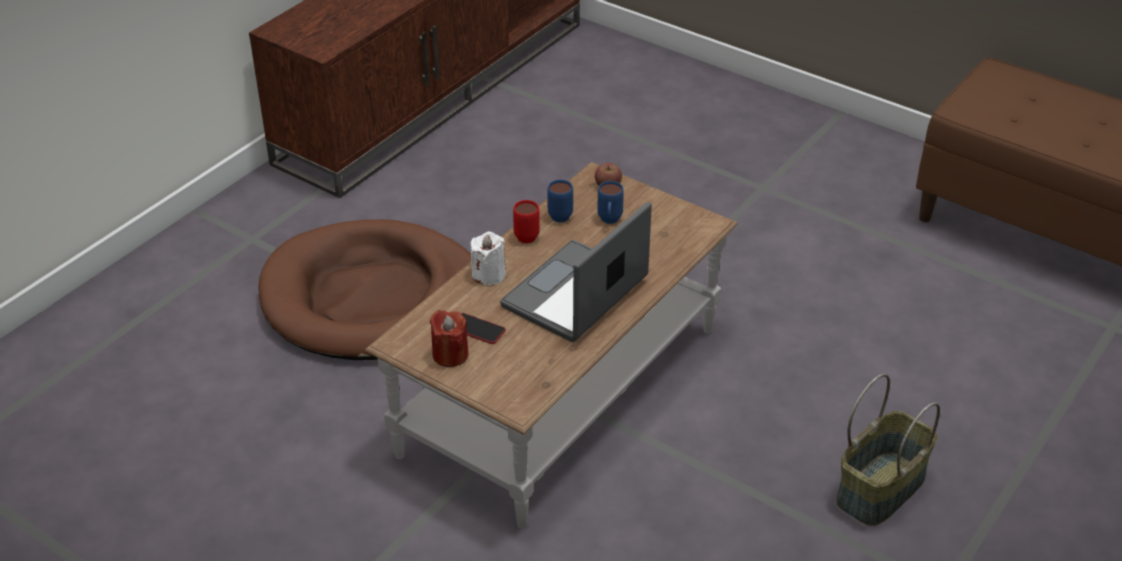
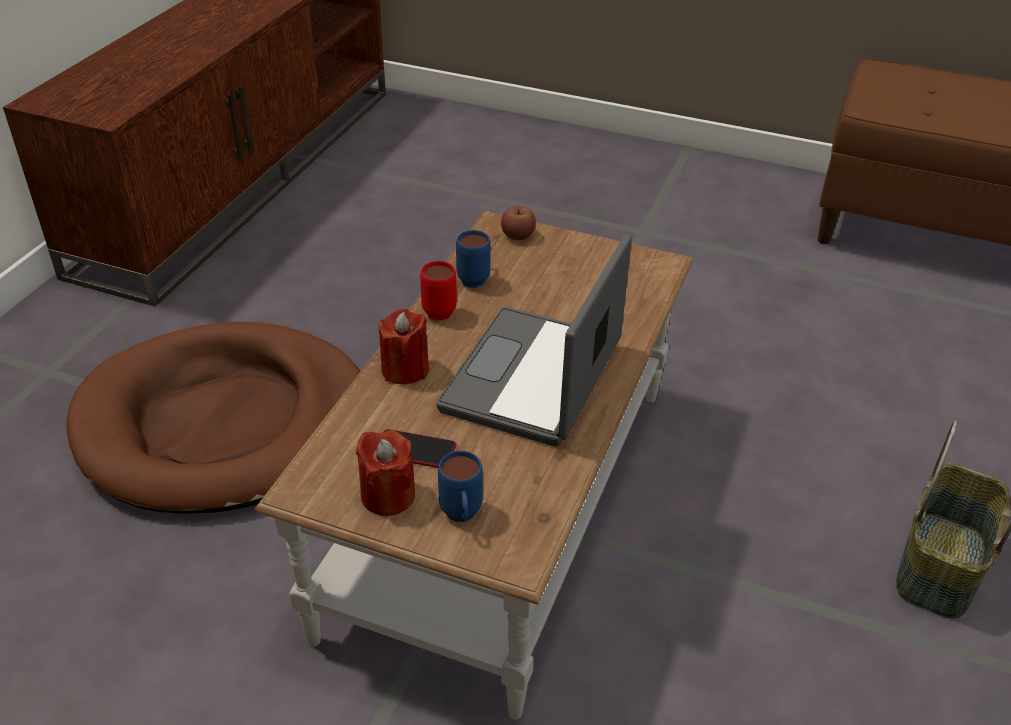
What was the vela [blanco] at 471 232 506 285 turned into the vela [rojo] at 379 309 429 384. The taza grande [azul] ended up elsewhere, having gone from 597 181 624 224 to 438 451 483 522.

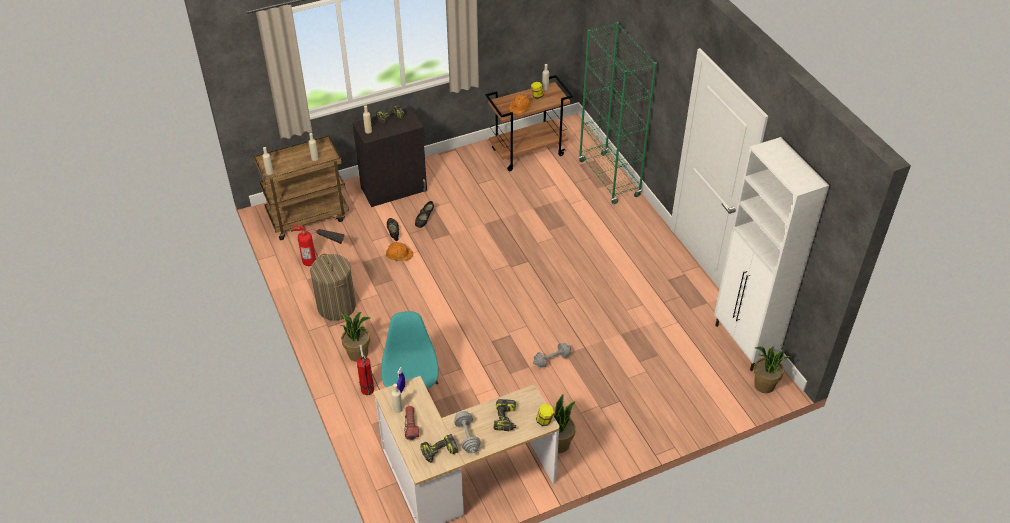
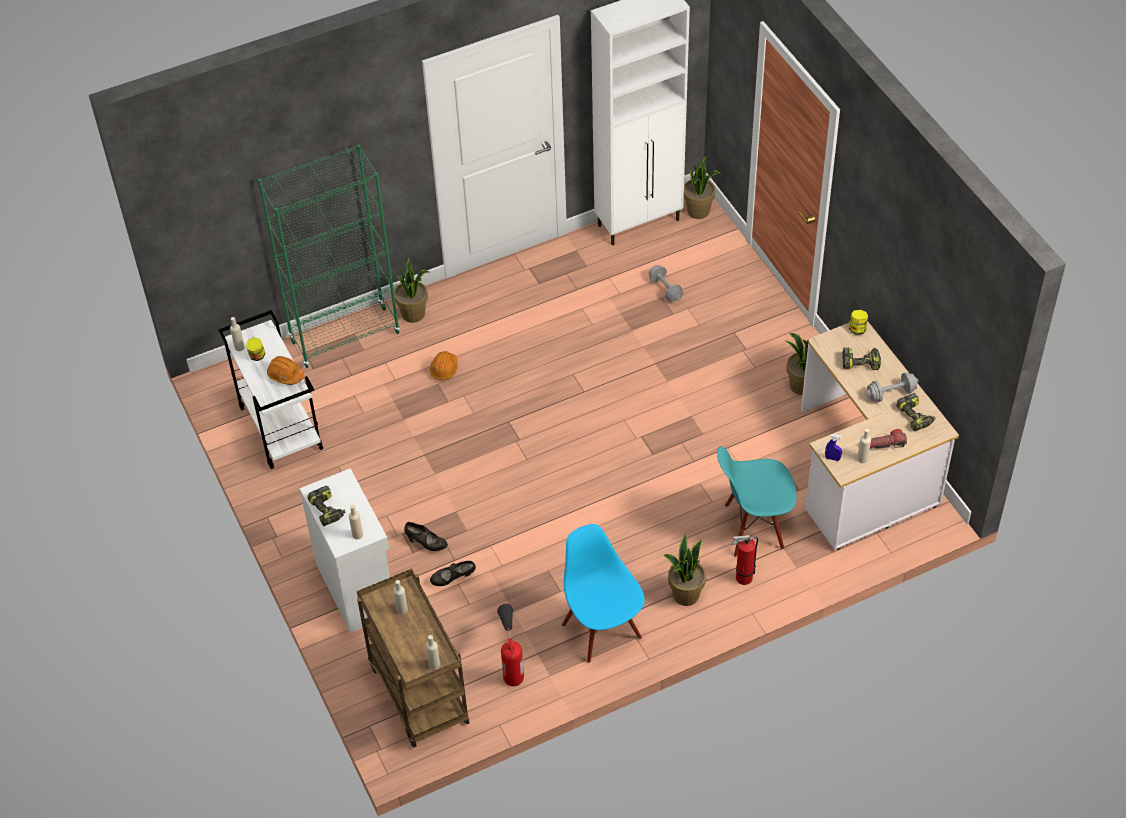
Where the cesto de la ropa stood at 310 254 356 321, the silla [azul] came to stand at 562 524 645 663. What was the armario [negro] at 353 107 427 207 turned into the armario [blanco] at 300 468 390 632. The casco [naranja] ended up elsewhere, having gone from 386 242 413 261 to 430 351 458 380. What was the carrito [marrón] at 485 75 573 171 turned into the carrito [blanco] at 218 310 323 469. The mancuerna [gris] ended up elsewhere, having gone from 533 343 571 368 to 649 265 683 302. The second view gained the planta en maceta at 394 257 430 323.

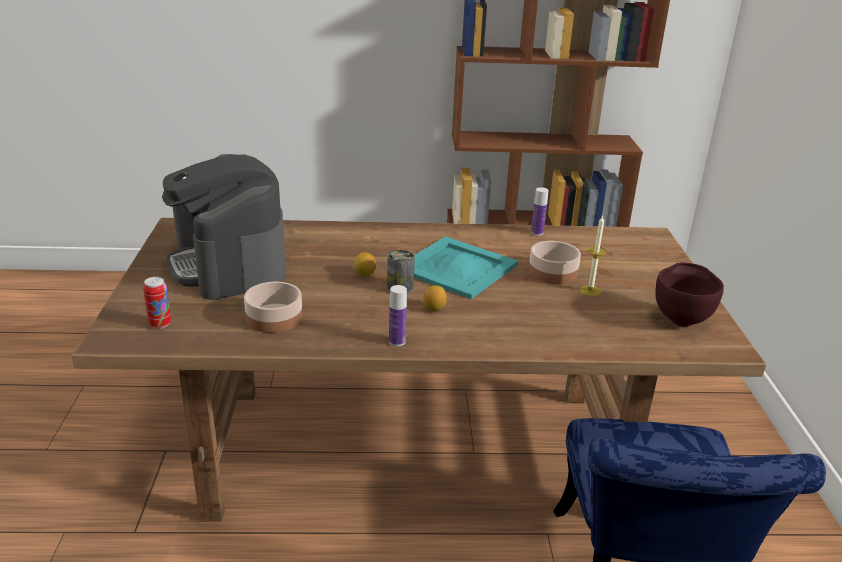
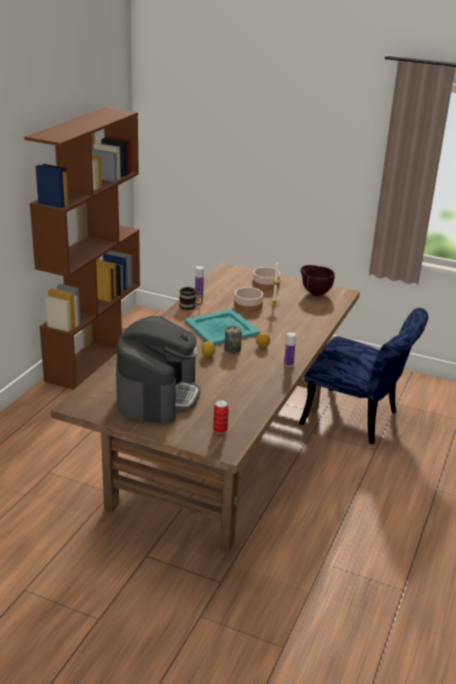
The cafetera at 162 154 286 300 ended up facing another way, 75 degrees counterclockwise from before. The cuenco ended up elsewhere, having gone from 244 282 302 333 to 253 267 280 290. The second view gained the taza grande at 179 287 203 310.

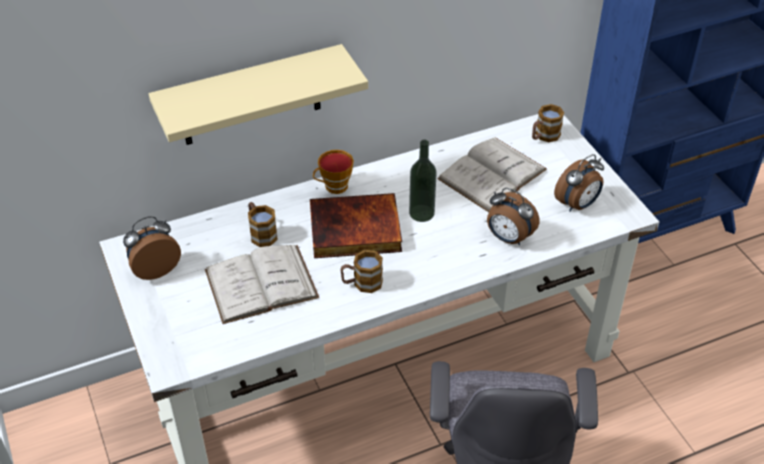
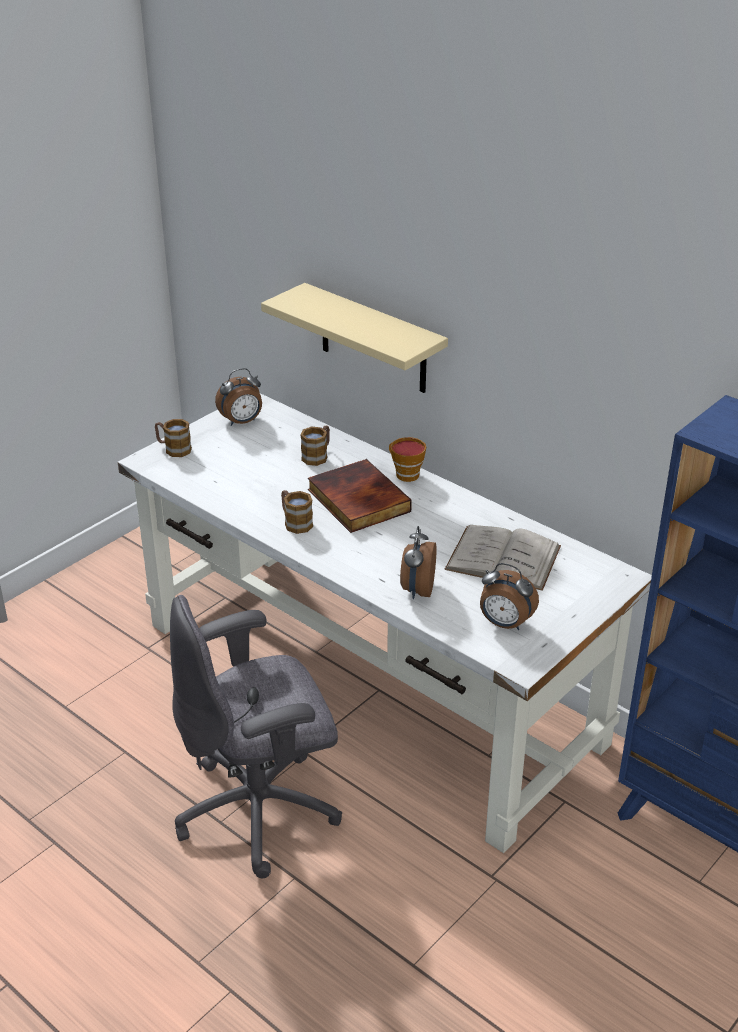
The despertador at 123 216 181 280 ended up facing another way, 120 degrees clockwise from before. The second view lost the libro [blanco] at 205 245 319 324. The second view lost the botella at 409 140 437 222. The taza grande ended up elsewhere, having gone from 532 104 564 142 to 155 419 192 457.

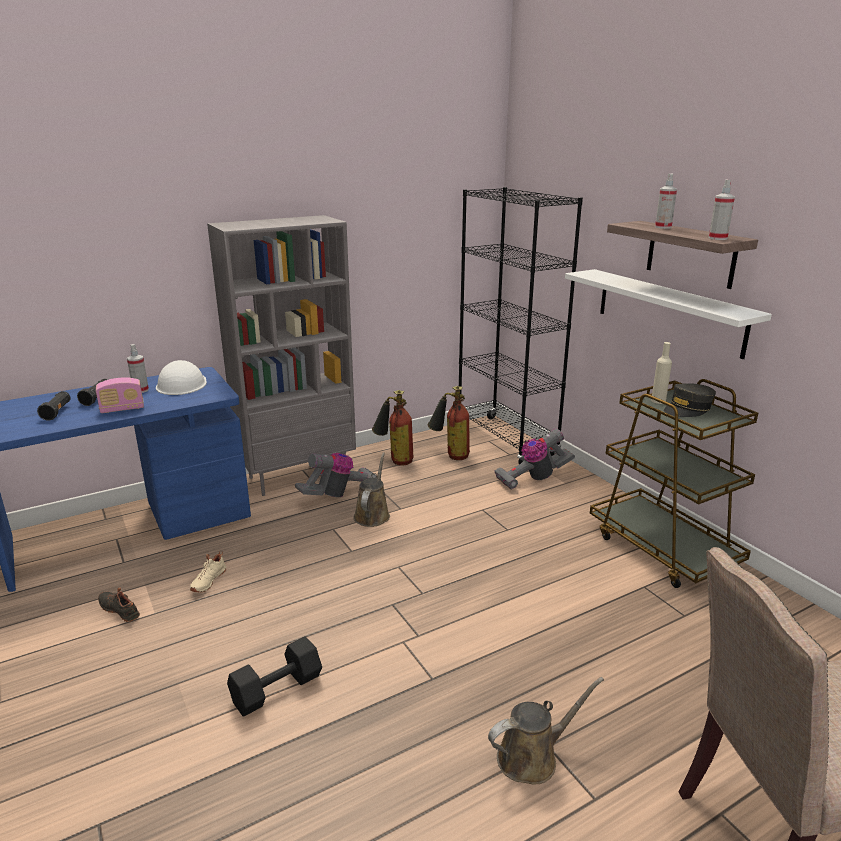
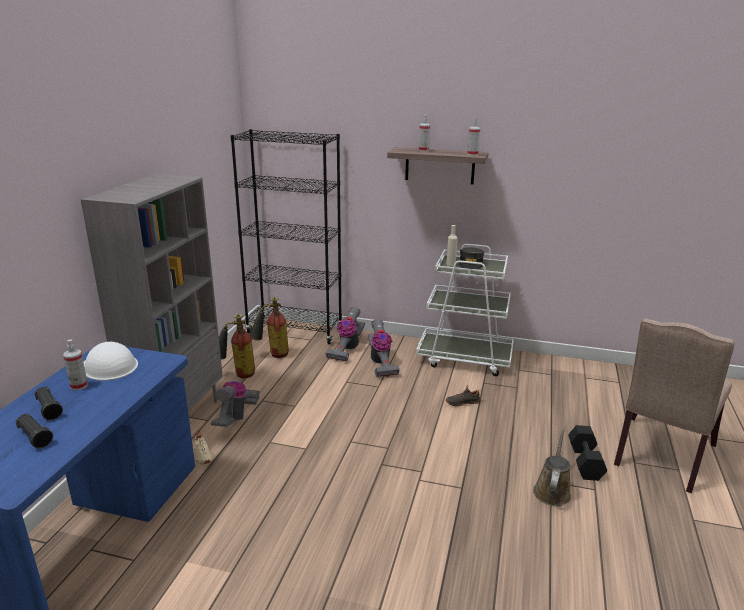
The second view lost the radio at 96 377 144 413. The zapato [negro] ended up elsewhere, having gone from 98 587 140 622 to 446 385 481 407. The zapato [beis] ended up elsewhere, having gone from 190 552 226 592 to 194 431 212 464. The mancuerna [negro] ended up elsewhere, having gone from 227 637 322 717 to 568 425 607 481. The second view lost the regadera [marrón] at 353 452 390 527. The second view lost the estante [blanco] at 565 269 772 359. What was the carrito [marrón] at 590 379 758 588 turned into the carrito [blanco] at 416 244 514 376. The second view gained the aspiradora at 368 319 399 377.

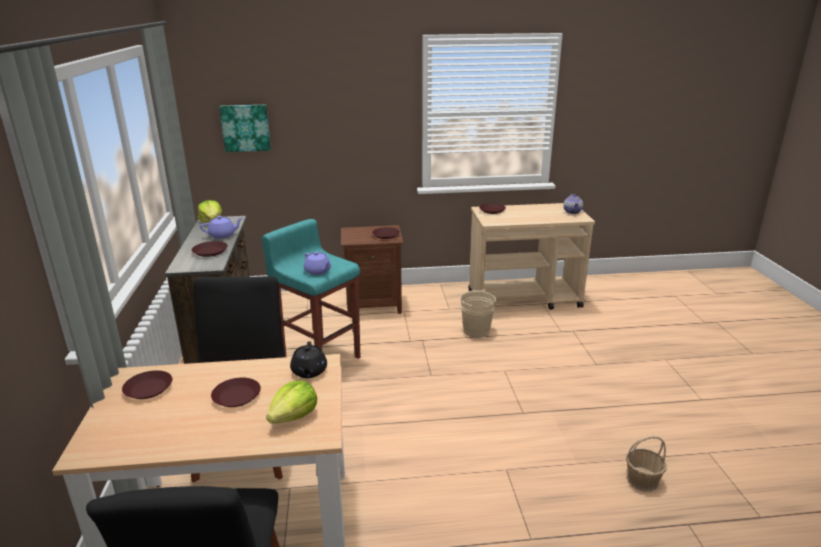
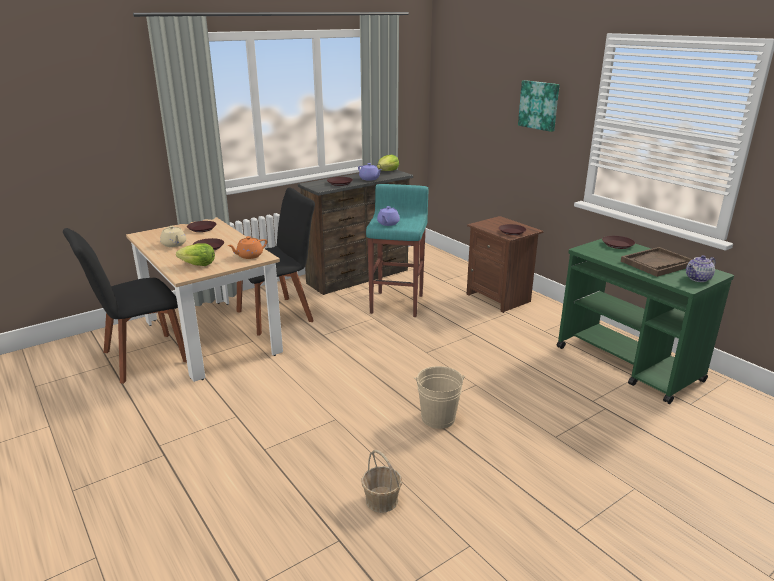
The cuadro ended up elsewhere, having gone from 219 105 271 152 to 518 80 560 132. What was the tetera [negro] at 290 341 327 378 turned into the tetera [naranja] at 227 236 267 259. The cubo [beis] ended up elsewhere, having gone from 460 289 496 338 to 414 366 466 429. What was the carrito [beis] at 468 203 595 309 turned into the carrito [verde] at 556 239 734 404. The second view gained the tetera [beis] at 160 226 186 247. The second view gained the bandeja [marrón] at 621 247 693 277.

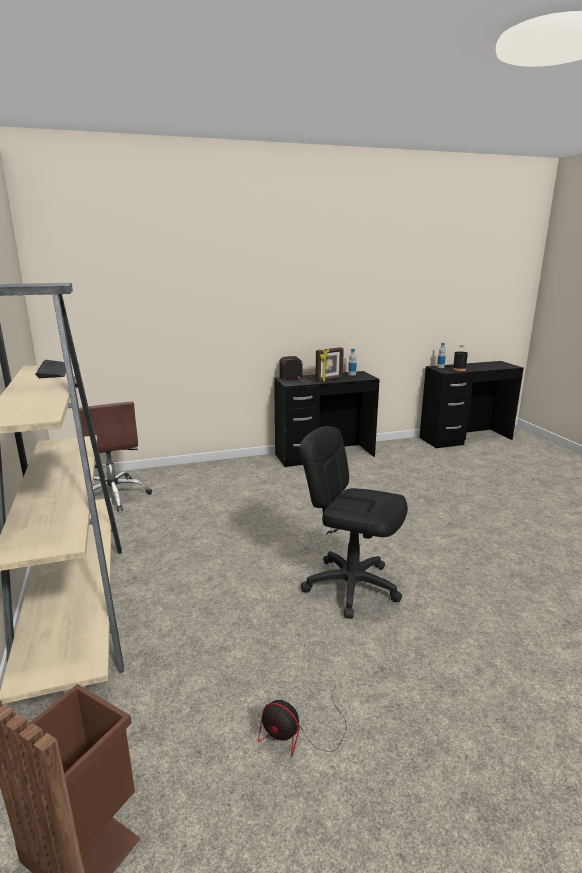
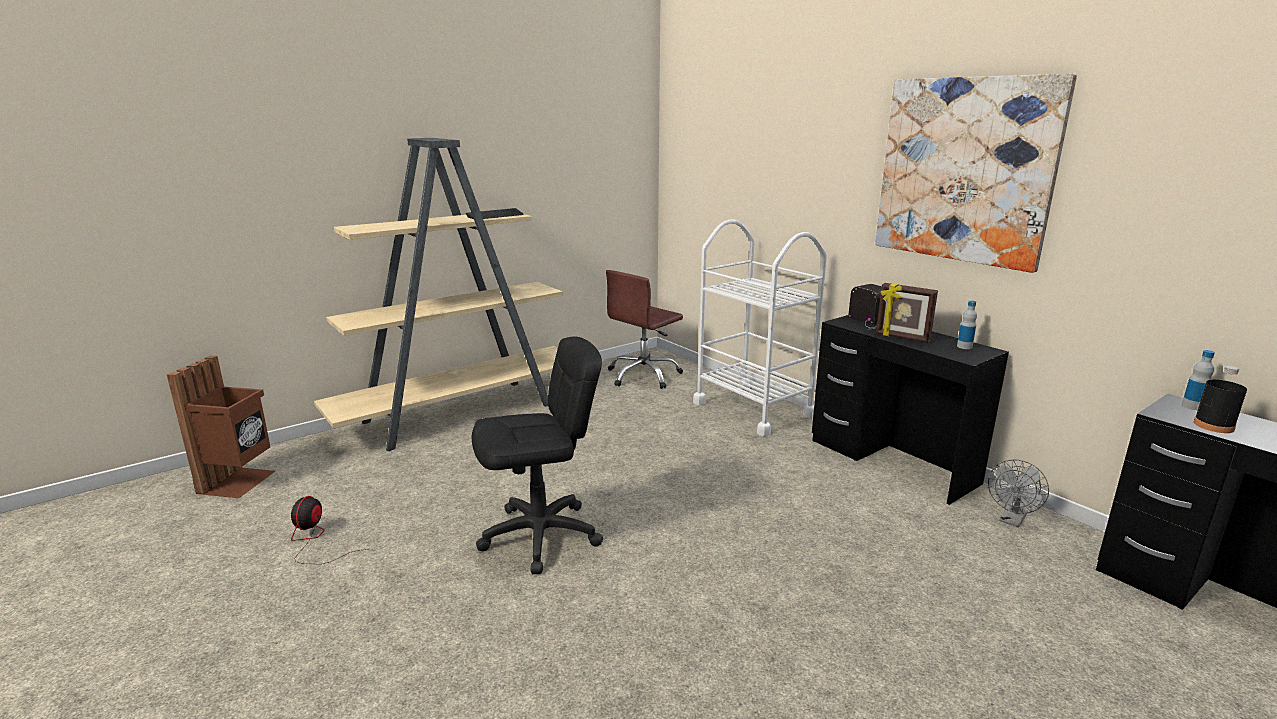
The silla de oficina [negro] at 300 426 408 619 ended up facing another way, 60 degrees clockwise from before. The second view gained the carrito [blanco] at 693 219 827 437. The second view gained the cuadro at 875 74 1077 273. The second view gained the ventilador [gris] at 988 459 1049 528.

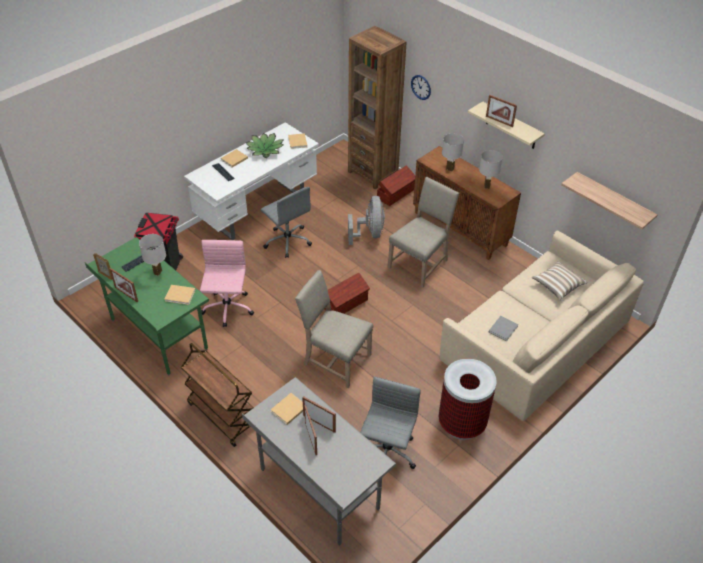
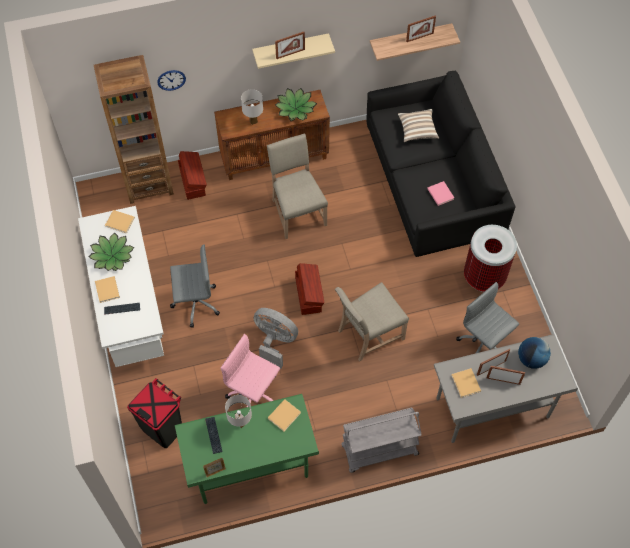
The portarretratos ended up elsewhere, having gone from 110 268 138 302 to 406 15 436 42. What was the carrito [marrón] at 181 343 254 447 turned into the carrito [gris] at 341 407 422 473. The ventilador [gris] ended up elsewhere, having gone from 348 196 385 245 to 254 308 298 369. What was the sofá [beis] at 440 231 644 421 turned into the sofá [negro] at 366 71 515 257. Where the lámpara de mesa [blanco] stood at 479 150 503 189, the planta en maceta came to stand at 275 88 317 121. What was the libro [gris] at 489 316 518 342 turned into the libro [rosa] at 427 181 454 206. The second view gained the globo terráqueo at 518 337 551 369.

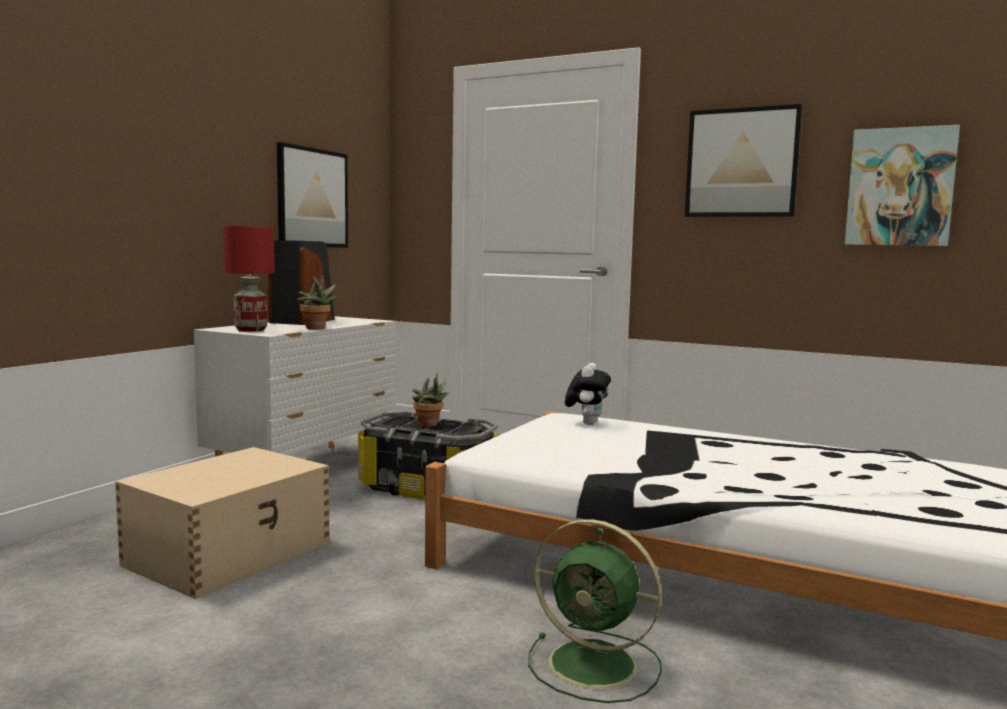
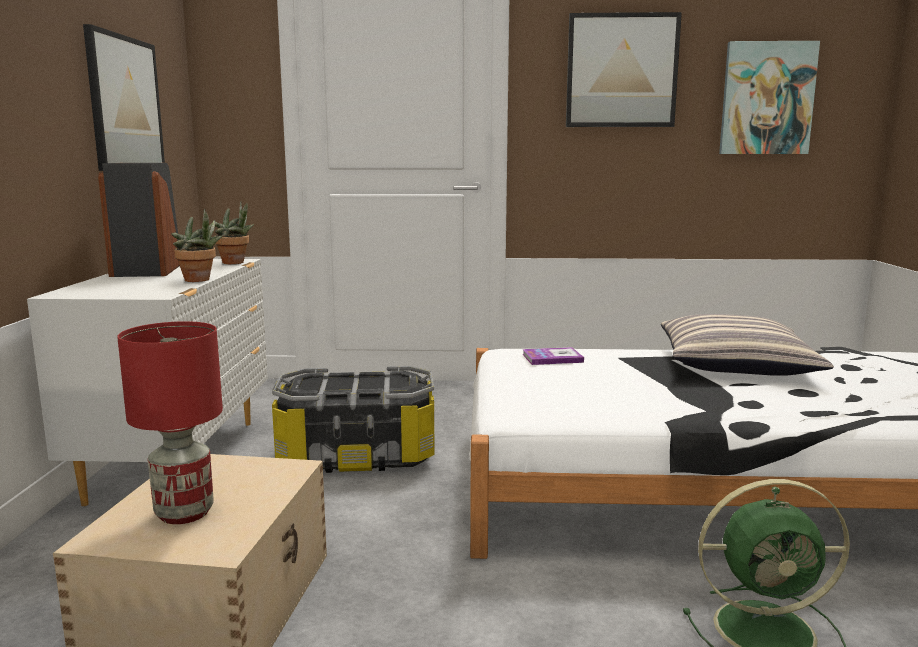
The lámpara de mesa [rojo] ended up elsewhere, having gone from 223 226 275 332 to 117 321 223 524. The planta en maceta ended up elsewhere, having gone from 412 373 449 427 to 215 201 254 264. Where the peluche stood at 565 363 611 425, the libro came to stand at 522 347 584 365. The second view gained the cojín at 661 314 834 376.

